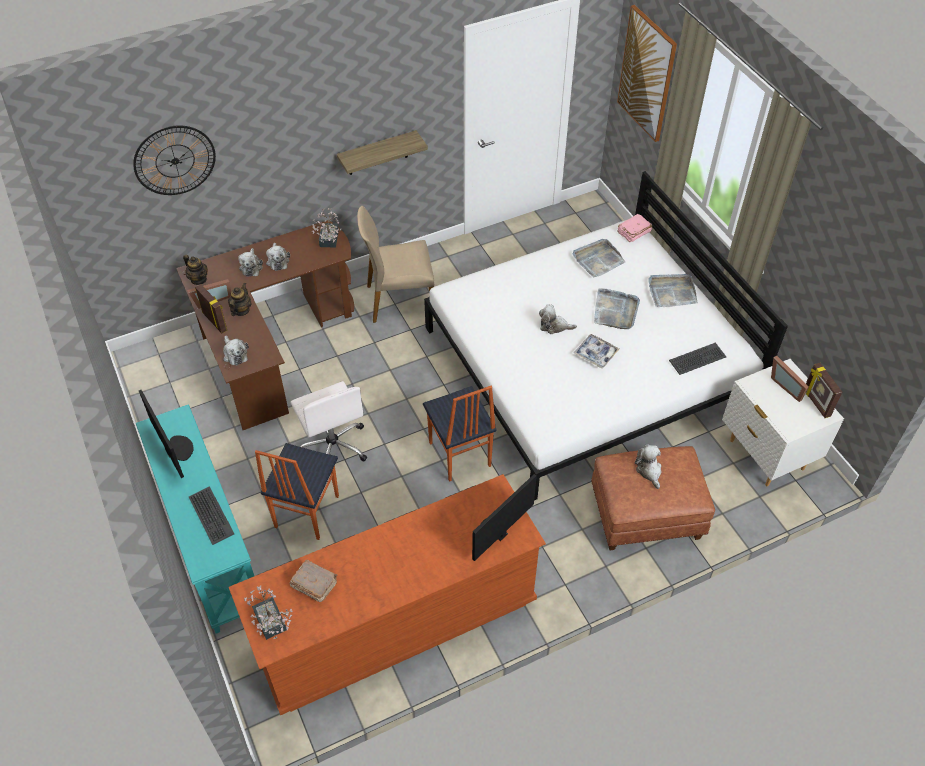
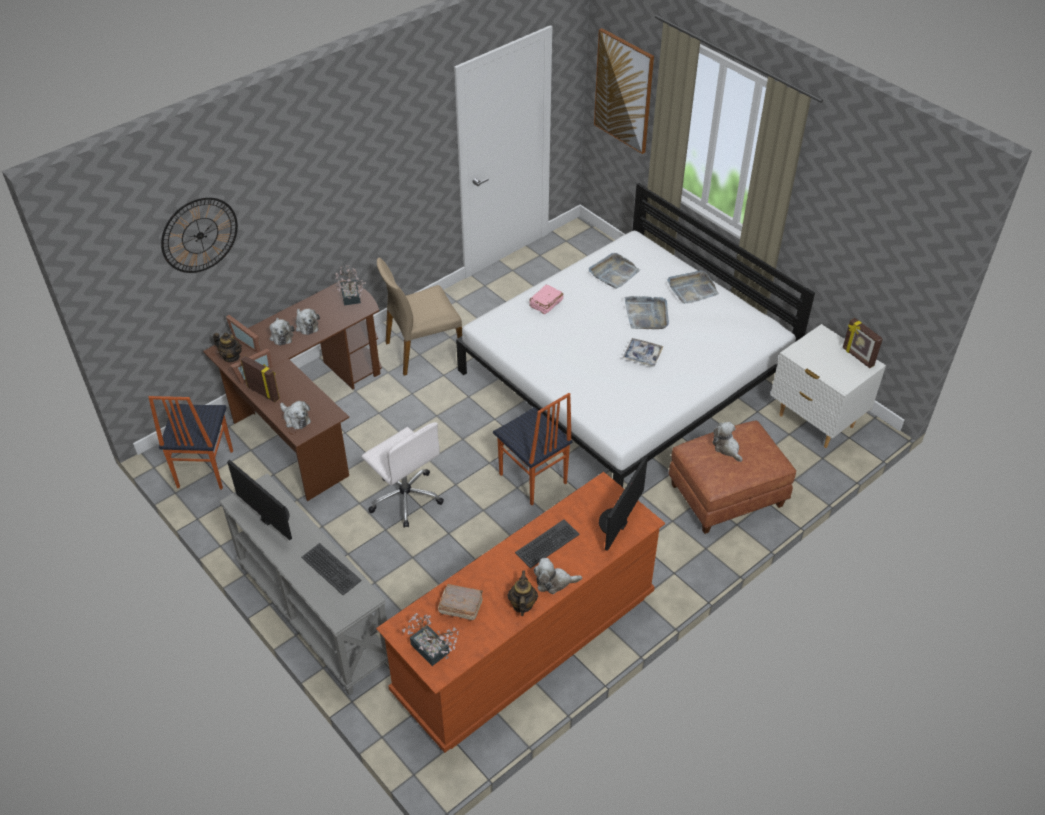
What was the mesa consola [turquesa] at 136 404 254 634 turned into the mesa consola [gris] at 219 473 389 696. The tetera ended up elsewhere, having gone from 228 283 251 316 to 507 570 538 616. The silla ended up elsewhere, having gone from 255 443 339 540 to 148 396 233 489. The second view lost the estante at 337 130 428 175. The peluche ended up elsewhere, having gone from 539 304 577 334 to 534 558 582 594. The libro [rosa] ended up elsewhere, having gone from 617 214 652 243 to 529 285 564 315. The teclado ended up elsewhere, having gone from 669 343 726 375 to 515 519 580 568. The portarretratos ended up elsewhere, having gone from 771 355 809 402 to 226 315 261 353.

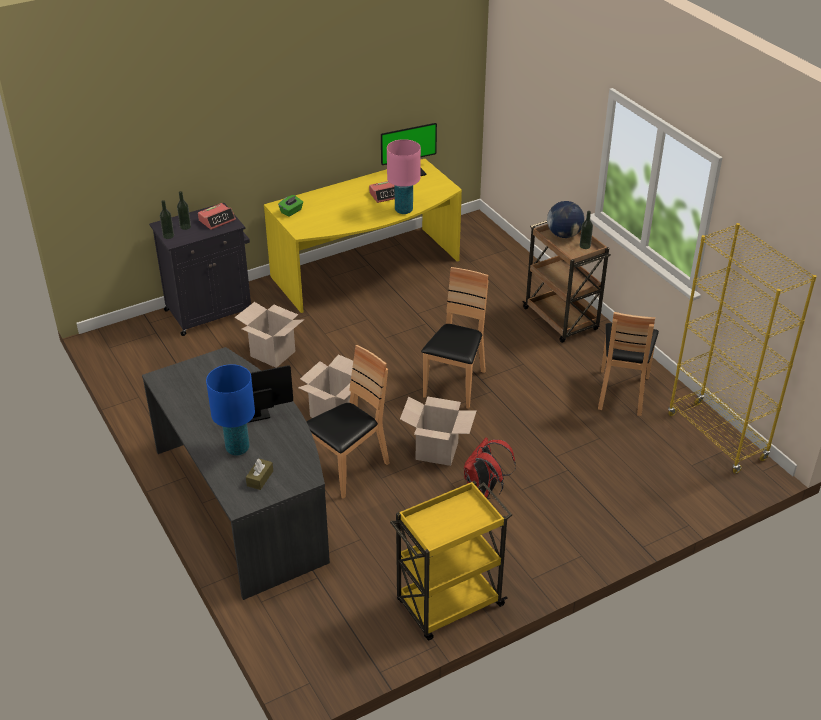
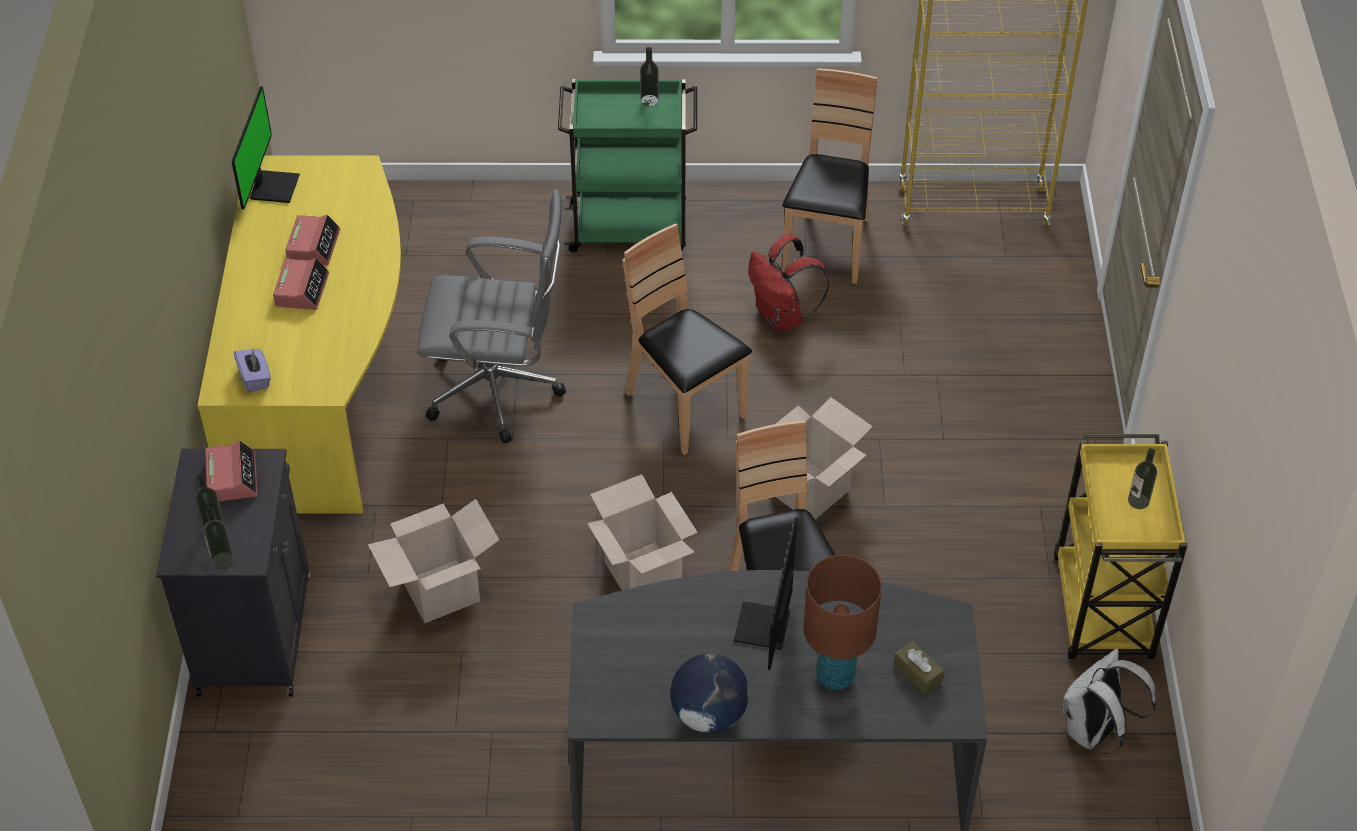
What was the lámpara de mesa [azul] at 206 364 255 456 turned into the lámpara de mesa [marrón] at 804 555 882 690. What was the caja de pañuelos [verde] at 278 195 303 217 turned into the caja de pañuelos [morado] at 234 349 271 393. The second view lost the lámpara de mesa [rosa] at 387 139 421 214. The mochila [rojo] ended up elsewhere, having gone from 464 437 516 499 to 748 234 829 332. What was the carrito [marrón] at 522 220 611 343 turned into the carrito [verde] at 558 79 697 252. The globo terráqueo ended up elsewhere, having gone from 547 201 584 238 to 670 653 749 733. The silla [marrón] at 598 312 659 416 ended up facing another way, 120 degrees counterclockwise from before. The second view gained the despertador at 273 258 329 310. The second view gained the silla de oficina [gris] at 417 189 566 444. The second view gained the mochila [blanco] at 1063 649 1156 754. The second view gained the botella at 1128 448 1157 509.

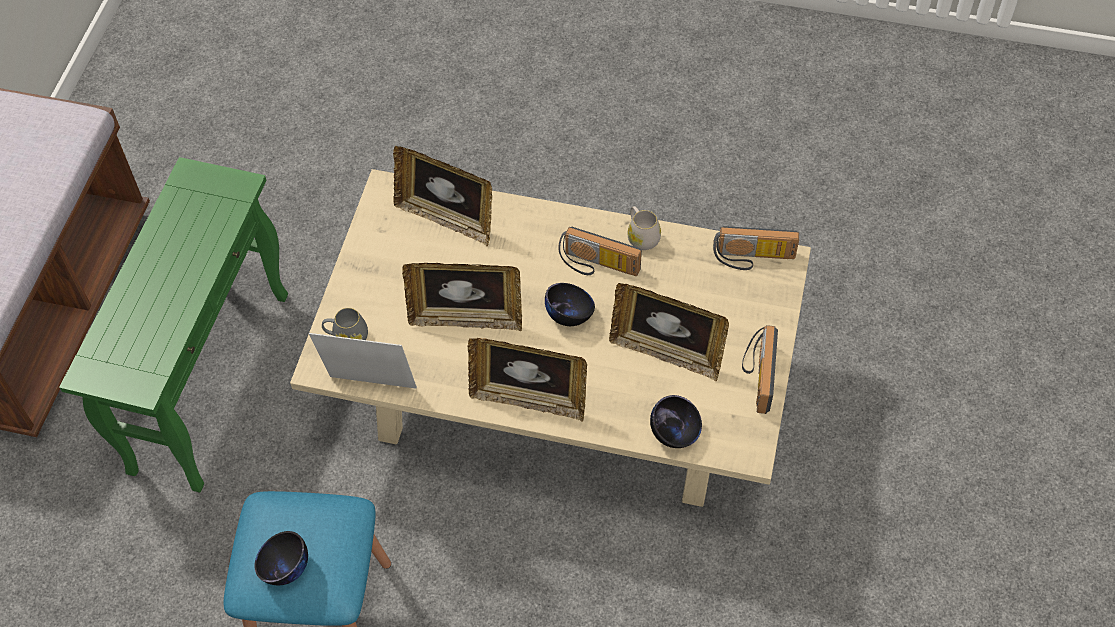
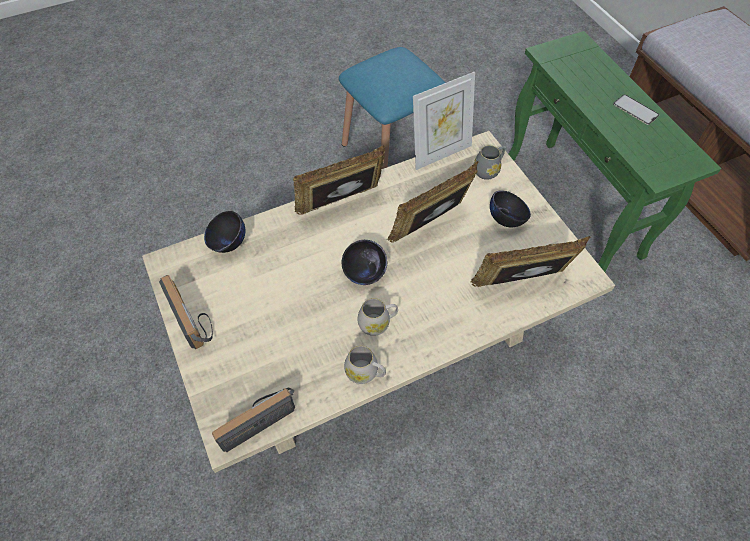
The cuenco [negro] ended up elsewhere, having gone from 254 531 308 585 to 490 190 531 227. Where the radio stood at 558 227 642 276, the taza grande [blanco] came to stand at 358 298 398 336. The second view lost the portarretratos at 609 283 729 381. The second view gained the móvil at 613 94 659 125.

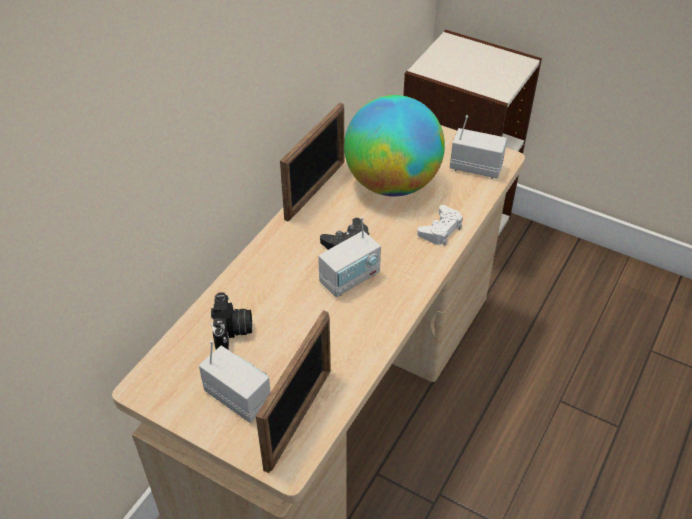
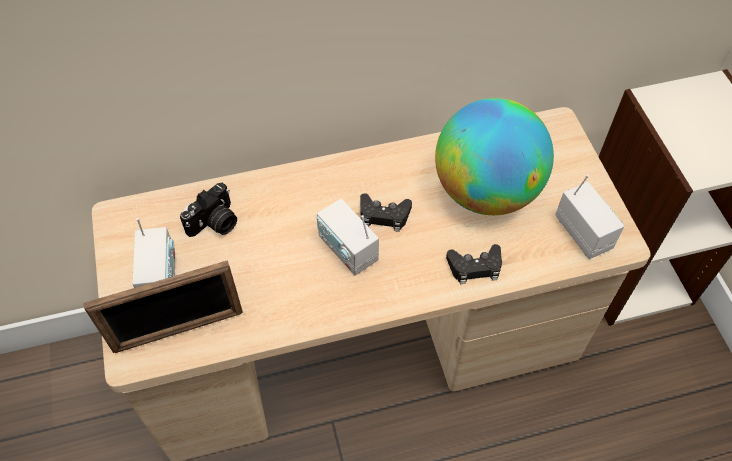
The second view lost the portarretratos at 280 102 344 221. The radio at 318 217 381 297 ended up facing another way, 45 degrees clockwise from before. What was the mando de consola [blanco] at 417 205 463 246 turned into the mando de consola [negro] at 446 244 502 284.

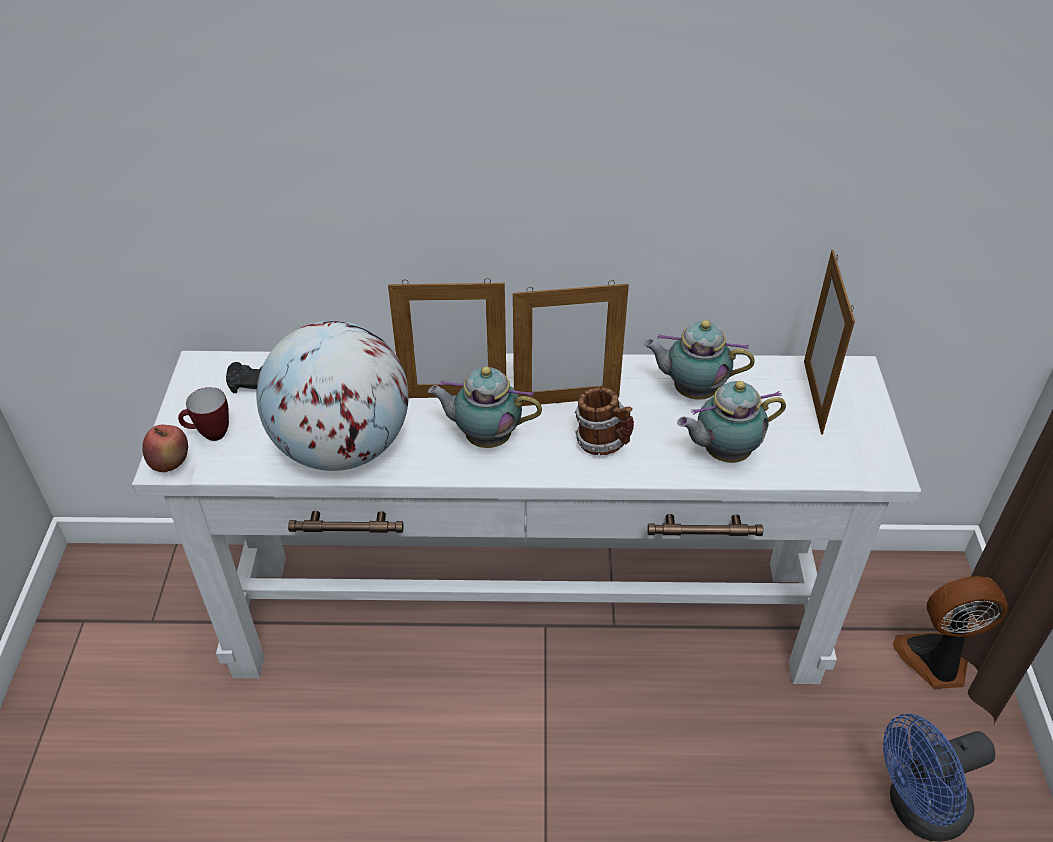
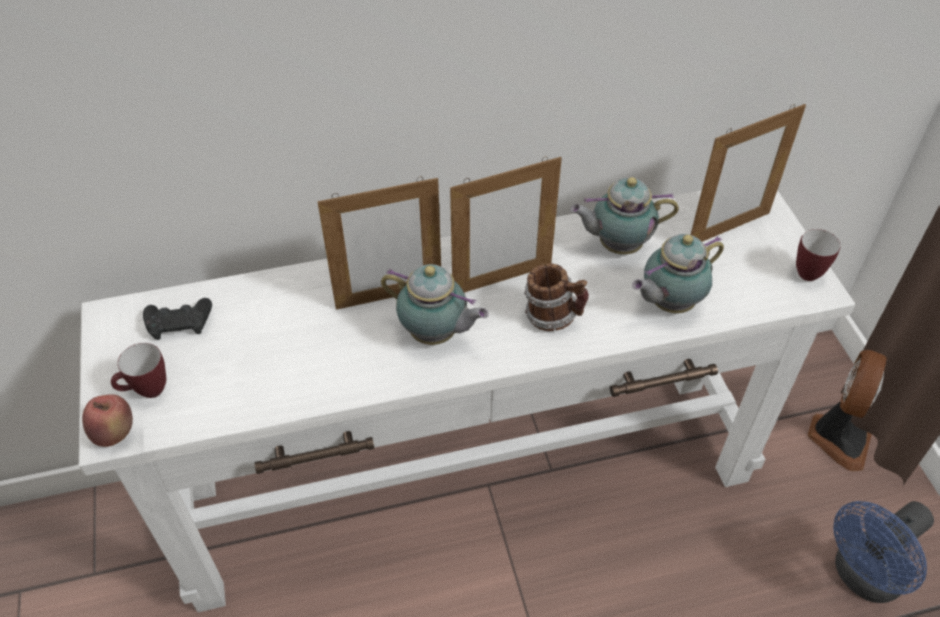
The second view lost the globo terráqueo at 257 321 408 471. The tetera at 428 367 542 448 ended up facing another way, 150 degrees counterclockwise from before. The portarretratos at 804 250 855 434 ended up facing another way, 105 degrees counterclockwise from before. The ventilador at 893 576 1008 689 ended up facing another way, 135 degrees clockwise from before. The second view gained the taza grande at 796 229 841 281.

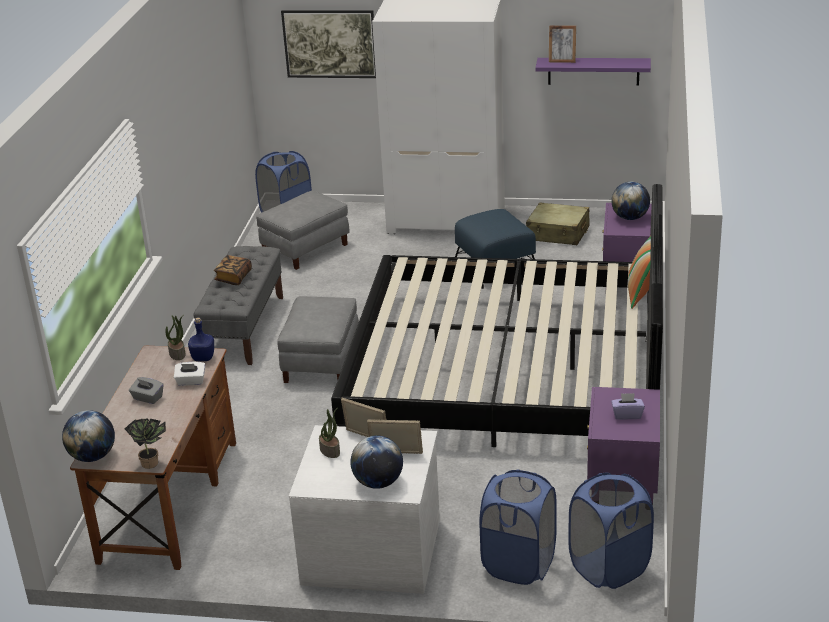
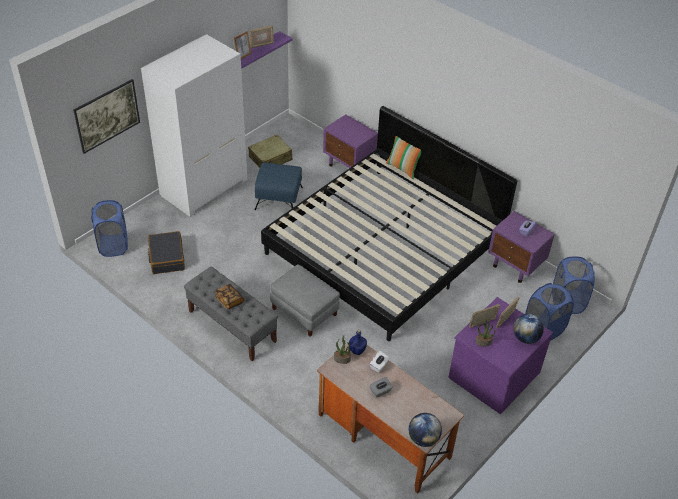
The second view lost the planta en maceta at 124 418 166 469. Where the puf [gris] stood at 256 191 349 270, the maleta [negro] came to stand at 148 231 185 274. What was the cómoda [blanco] at 289 425 440 594 turned into the cómoda [morado] at 448 297 553 414. The second view lost the globo terráqueo at 611 182 650 220. The second view gained the portarretratos at 249 25 274 48.

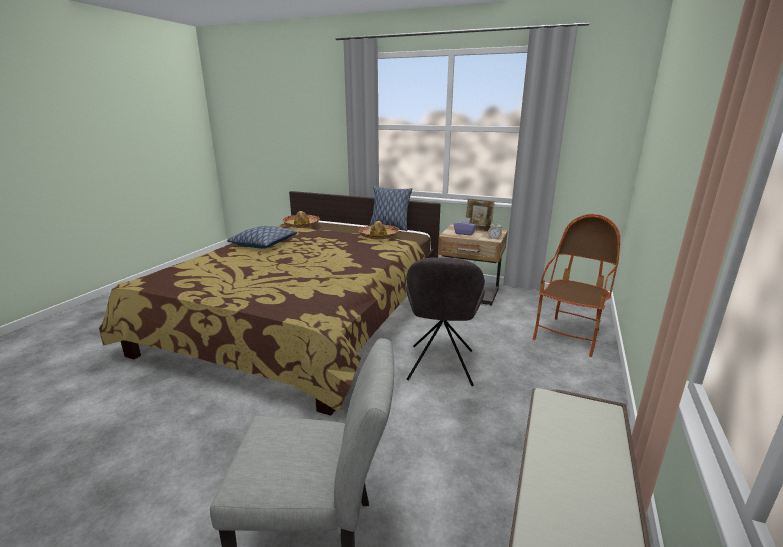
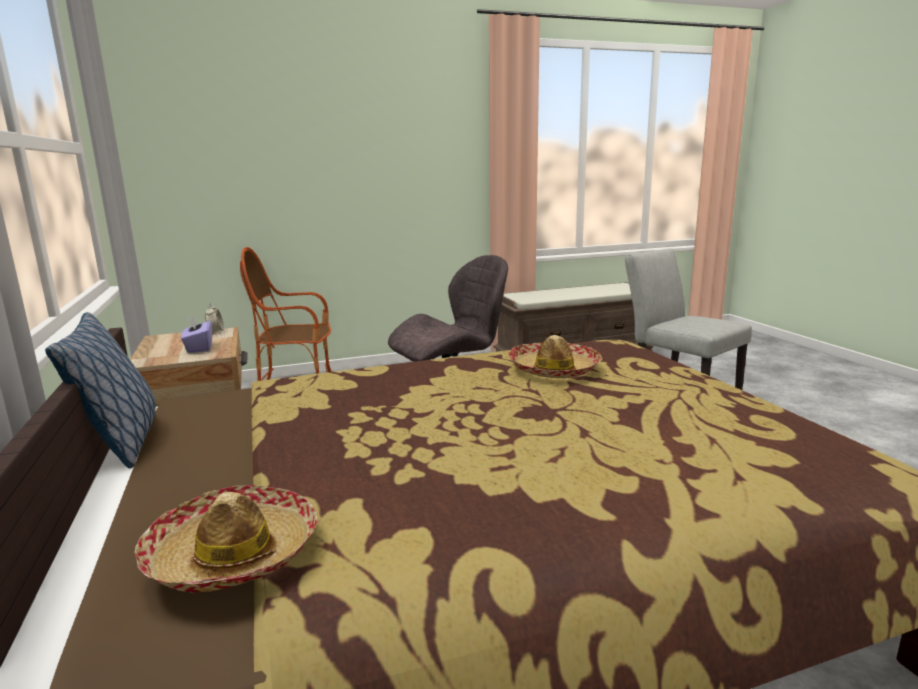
The second view lost the cojín at 227 226 297 249. The sombrero ended up elsewhere, having gone from 358 221 399 240 to 508 335 601 378. The second view lost the portarretratos at 466 198 495 232.

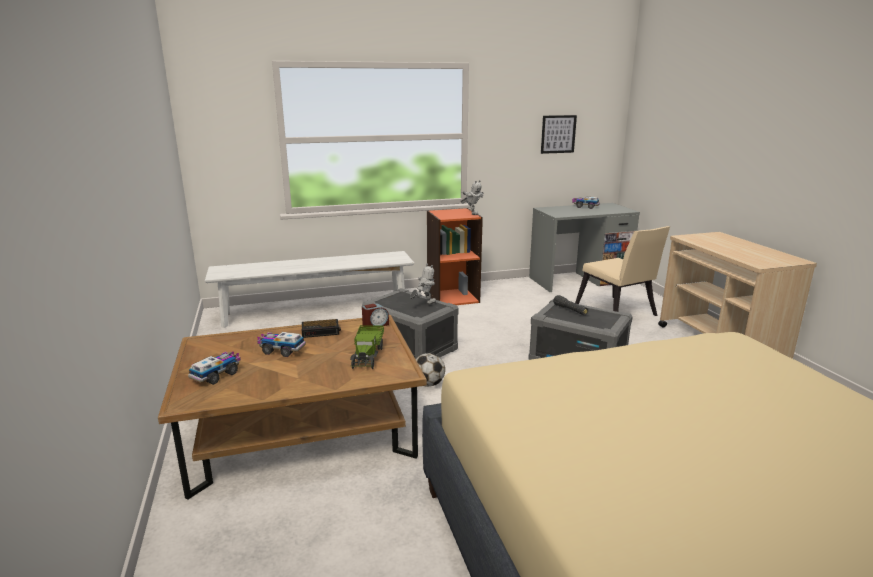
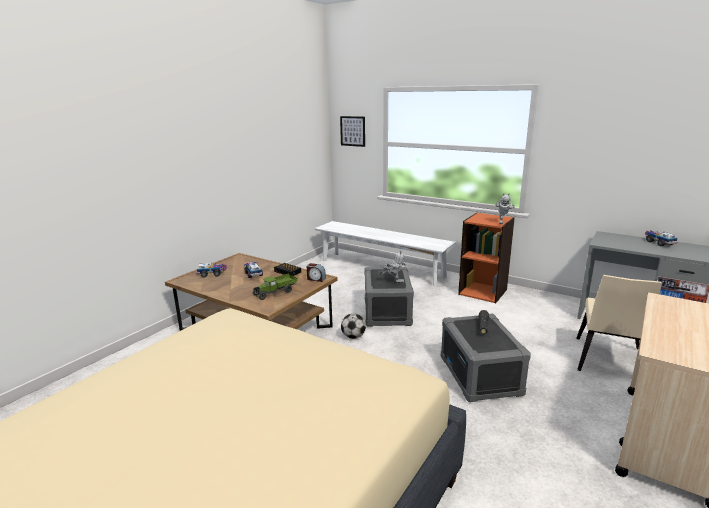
The cuadro ended up elsewhere, having gone from 541 115 577 154 to 340 116 365 147.

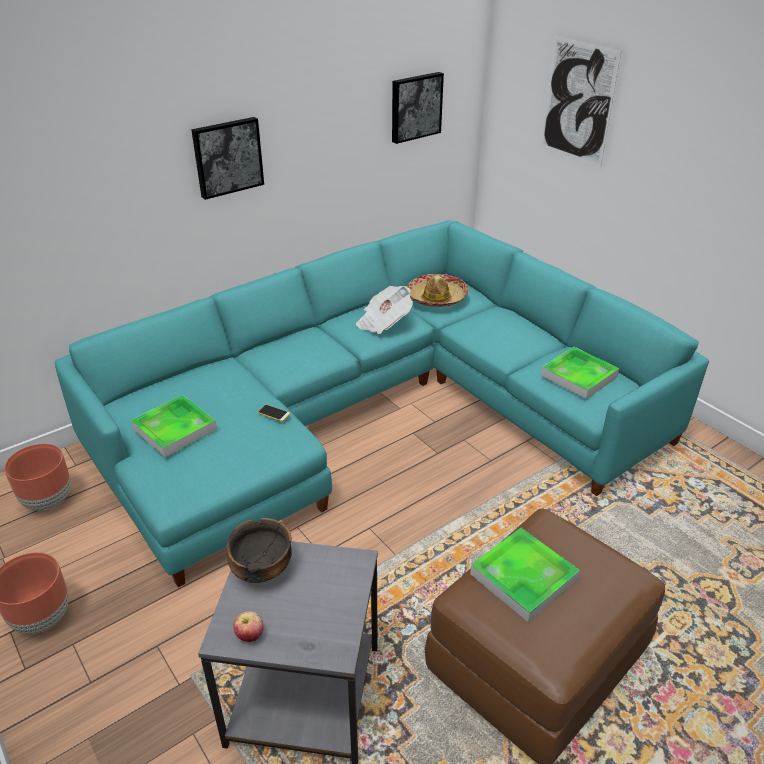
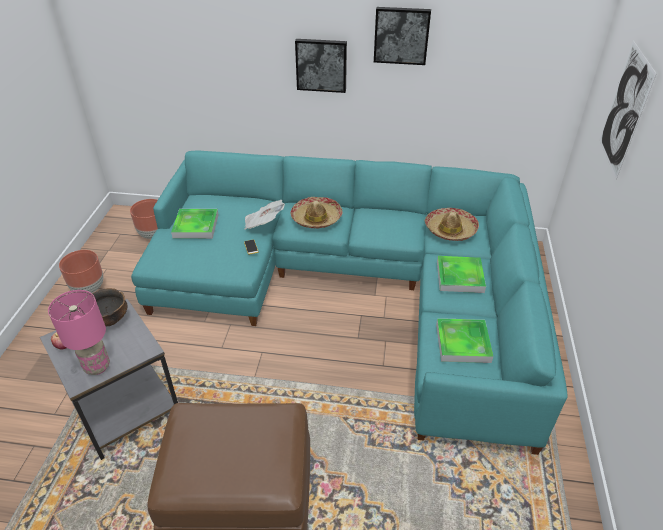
The periódico ended up elsewhere, having gone from 356 286 413 334 to 245 200 285 230. The cuadro ended up elsewhere, having gone from 392 72 444 144 to 374 7 431 65. The bandeja ended up elsewhere, having gone from 470 528 580 622 to 437 256 486 293. The second view gained the lámpara de mesa [rosa] at 48 290 110 375. The second view gained the sombrero at 290 197 343 228.

